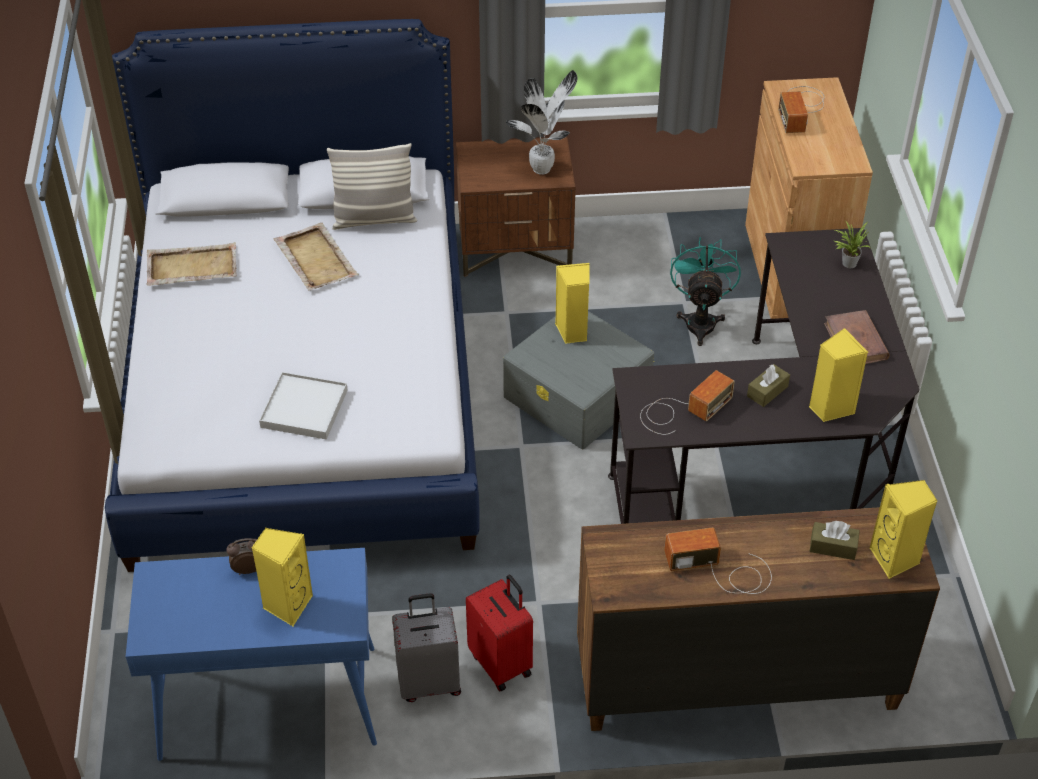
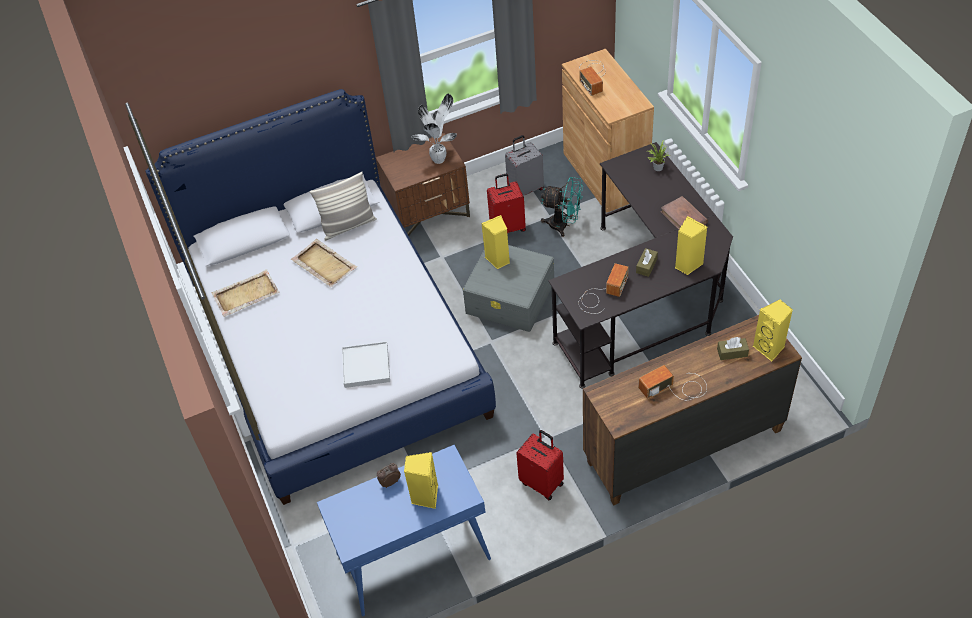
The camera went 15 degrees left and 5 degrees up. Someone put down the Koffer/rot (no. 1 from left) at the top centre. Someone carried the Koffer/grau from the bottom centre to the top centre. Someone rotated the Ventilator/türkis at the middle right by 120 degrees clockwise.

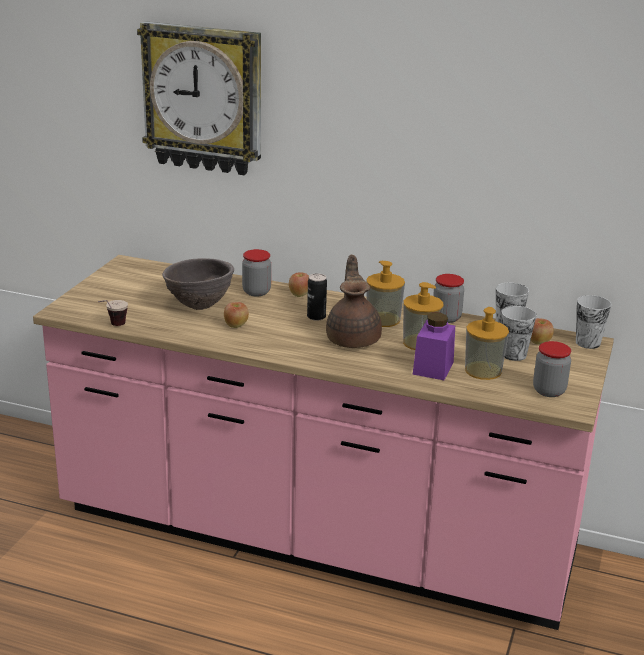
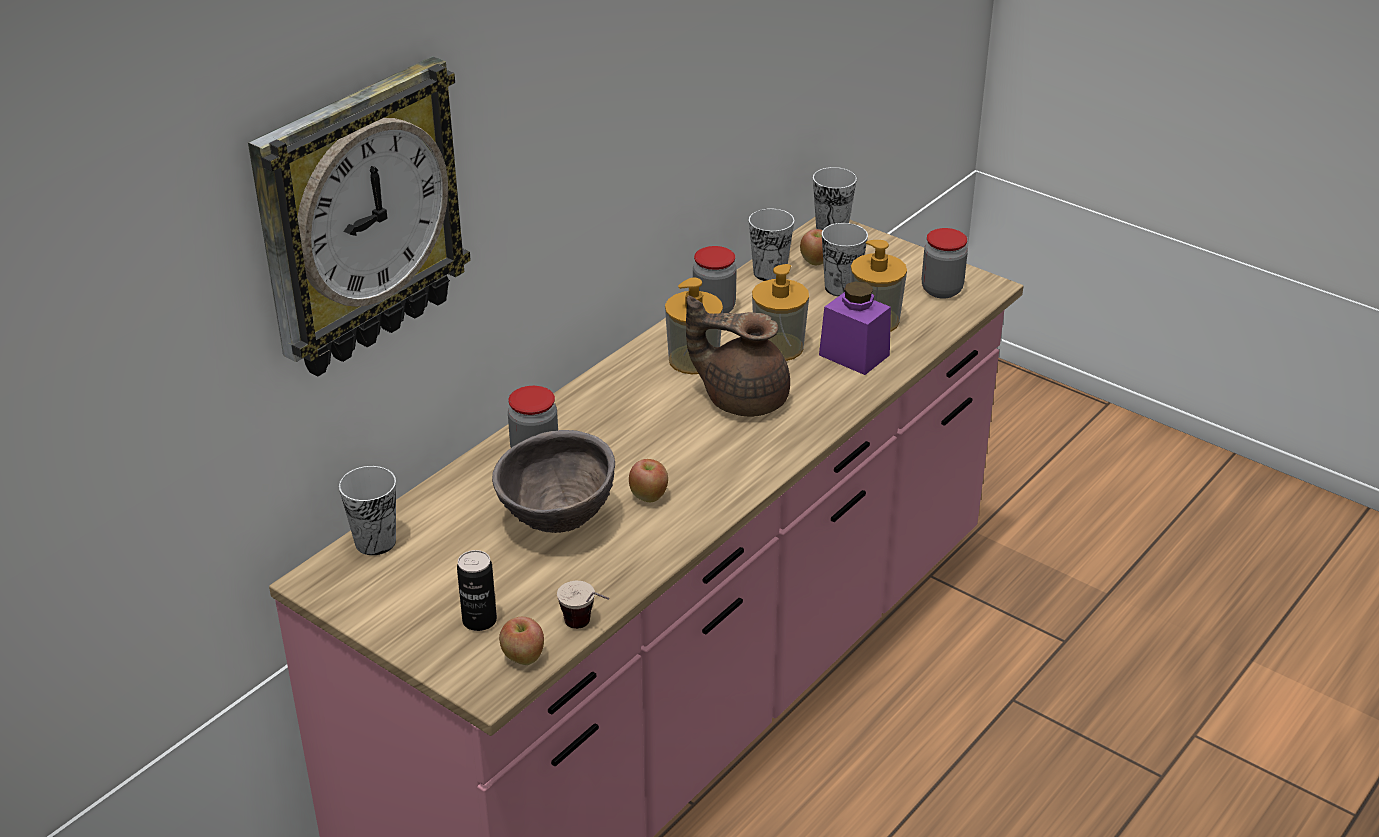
The camera went 70 degrees left and 10 degrees up. Someone put down the Tasse (no. 1 from left) at the middle left. Someone carried the Dose from the centre to the bottom centre. Someone carried the Apfel (no. 2 from left in the first image) from the centre to the bottom centre.

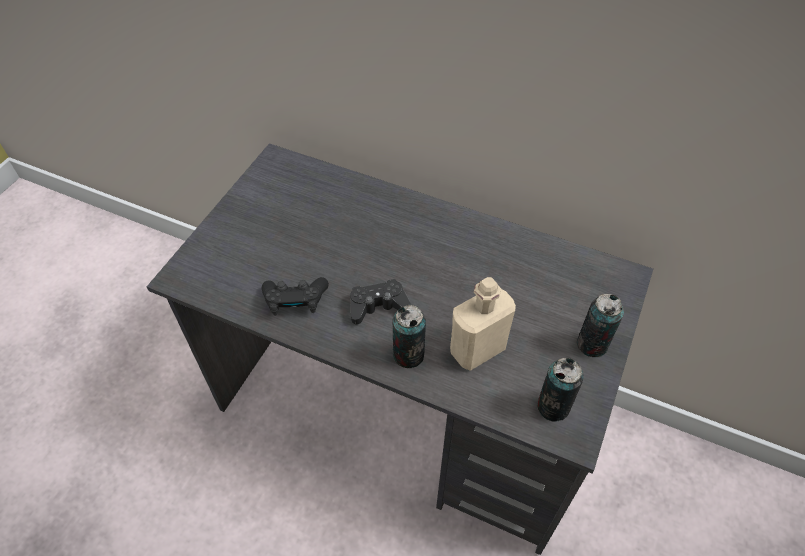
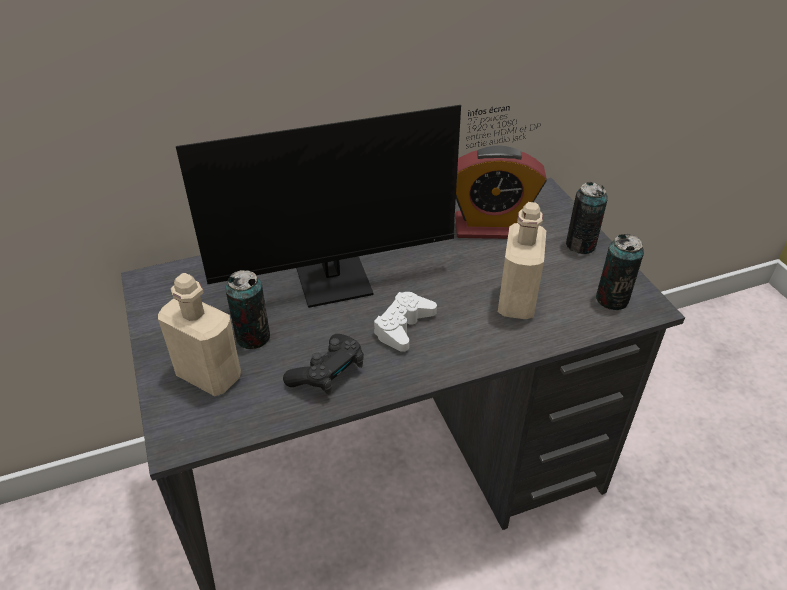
The camera went 45 degrees left and 10 degrees down. Someone put down the Flasche/beige (no. 1 from left) at the middle left. Someone put down the Monitor at the centre. Someone carried the Dose (no. 1 from left) from the centre to the middle left. Someone repainted the Gamepad/schwarz (no. 2 from left) at the centre, which became the Gamepad/weiß at the centre. Someone put down the Wecker at the top centre.

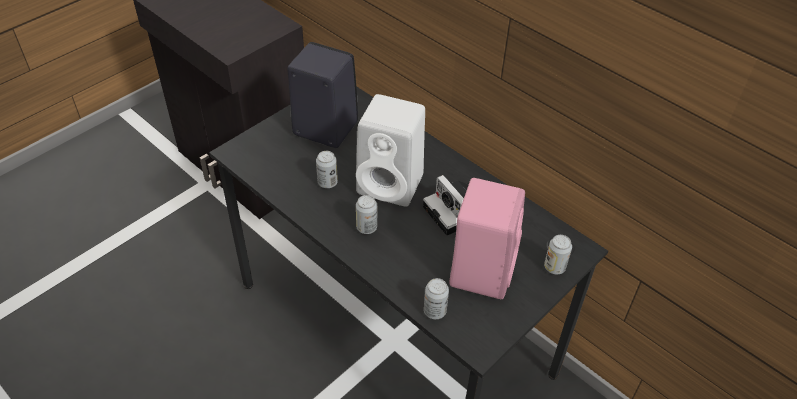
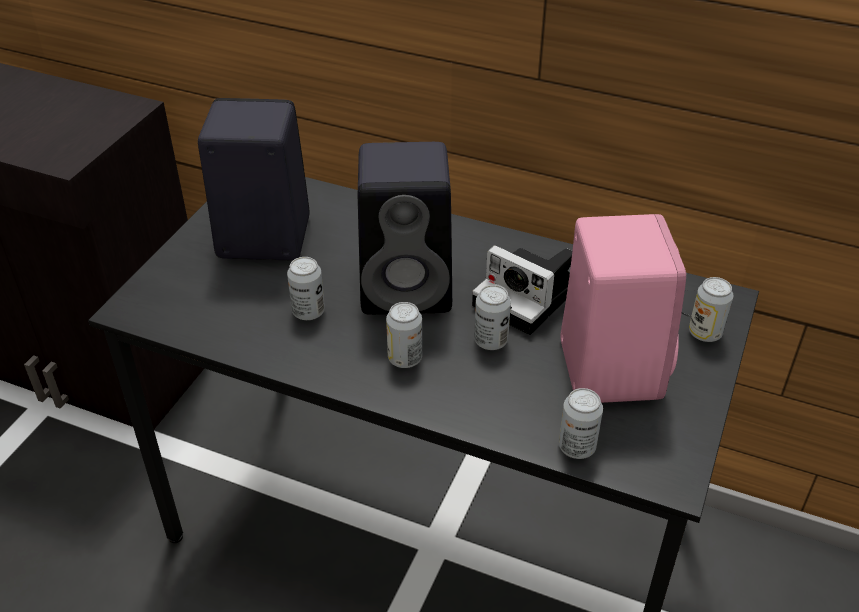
The camera went 20 degrees left and 5 degrees down. Someone repainted the Lautsprecher/weiß at the centre, which became the Lautsprecher/schwarz (no. 2 from left) at the centre. Someone put down the Dose (no. 3 from left) at the centre.

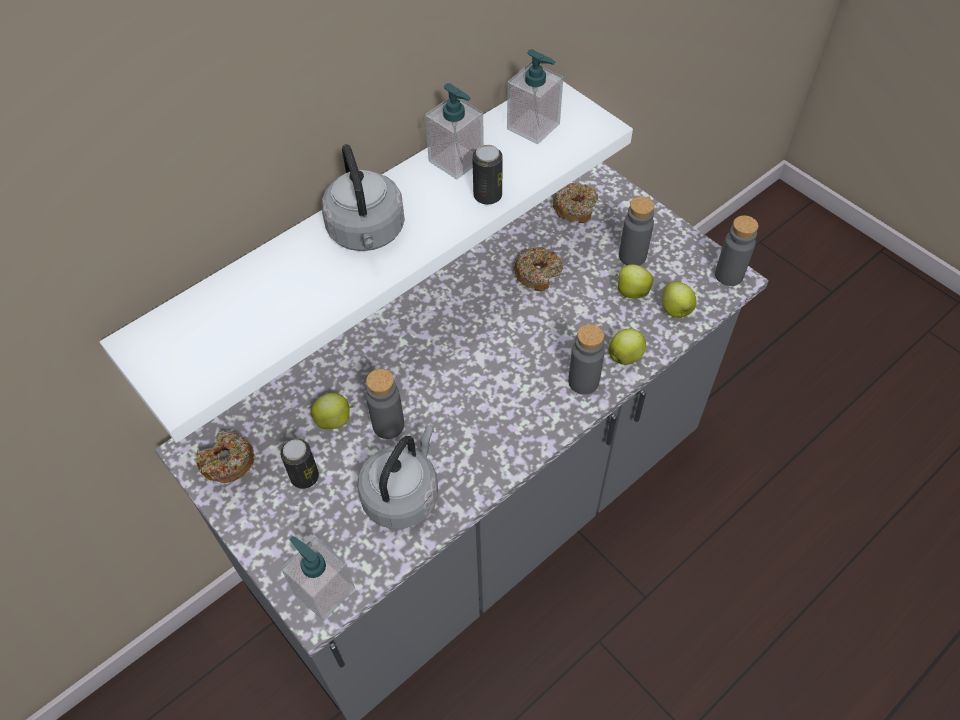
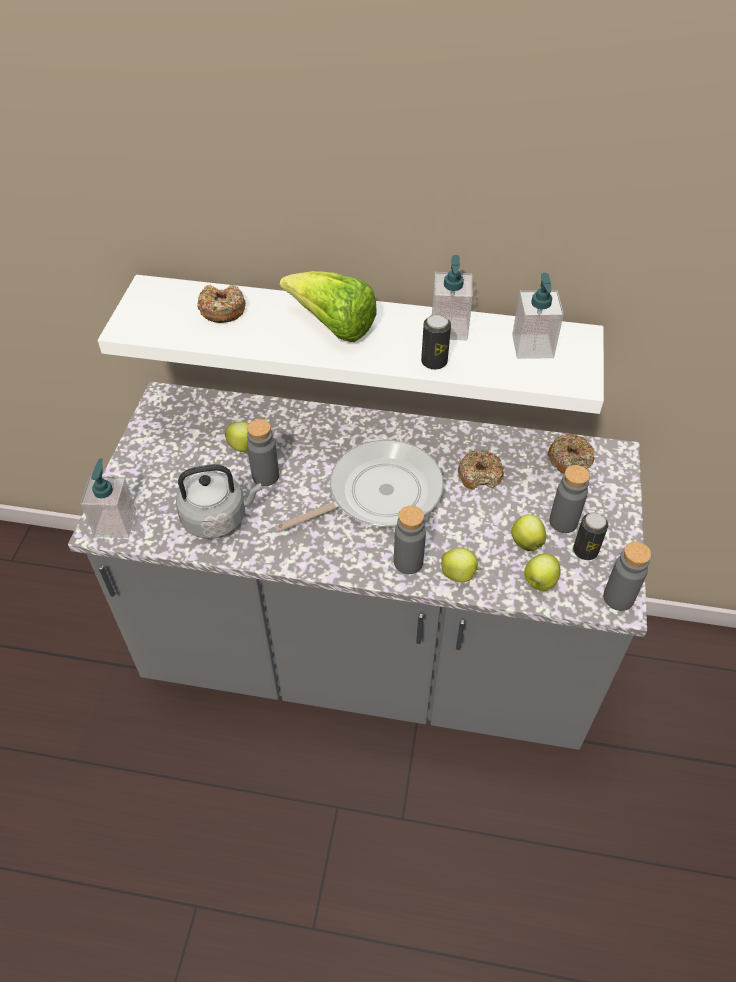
The camera went 50 degrees right and 5 degrees down. Someone carried the Donut (no. 1 from left) from the middle left to the top left. Someone put down the Pfanne at the centre. Someone swapped the Wasserkessel/grau (no. 1 from left) at the top centre for the Salatkopf at the top centre. Someone carried the Dose (no. 1 from left in the first image) from the middle left to the middle right.

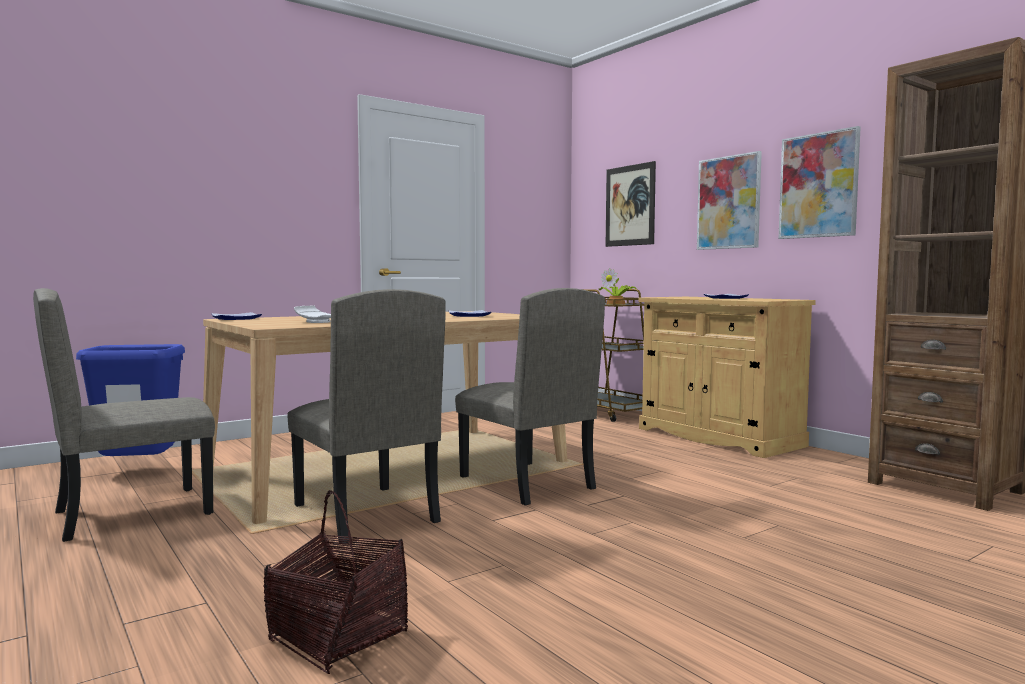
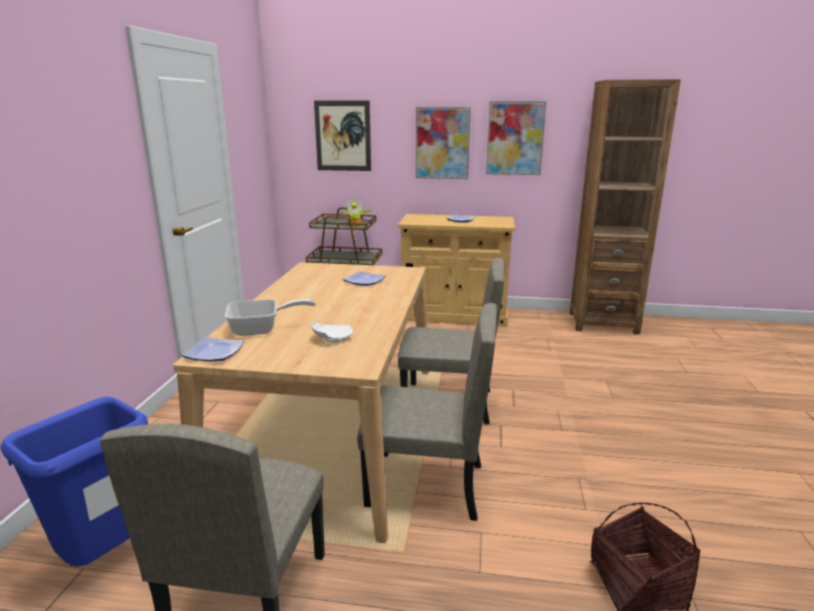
The camera went 45 degrees left and 15 degrees up. Someone put down the Pfanne at the middle left.

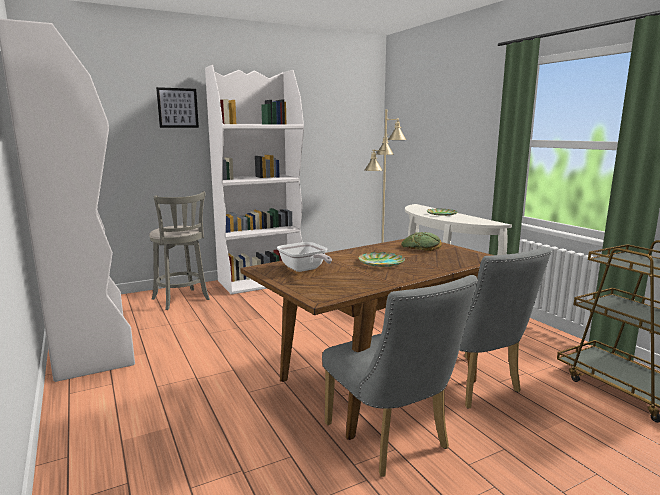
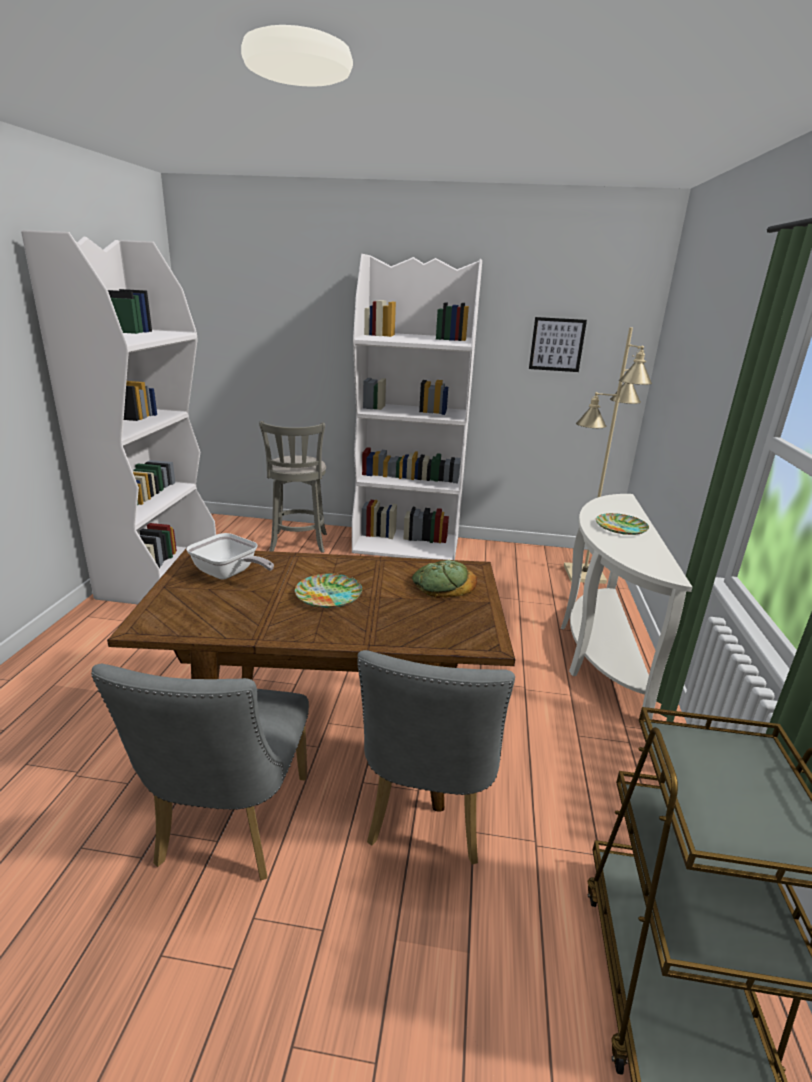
The camera went 35 degrees right and 10 degrees up. Someone rotated the Pfanne at the centre by 60 degrees counterclockwise. Someone carried the Bild from the top left to the top right.

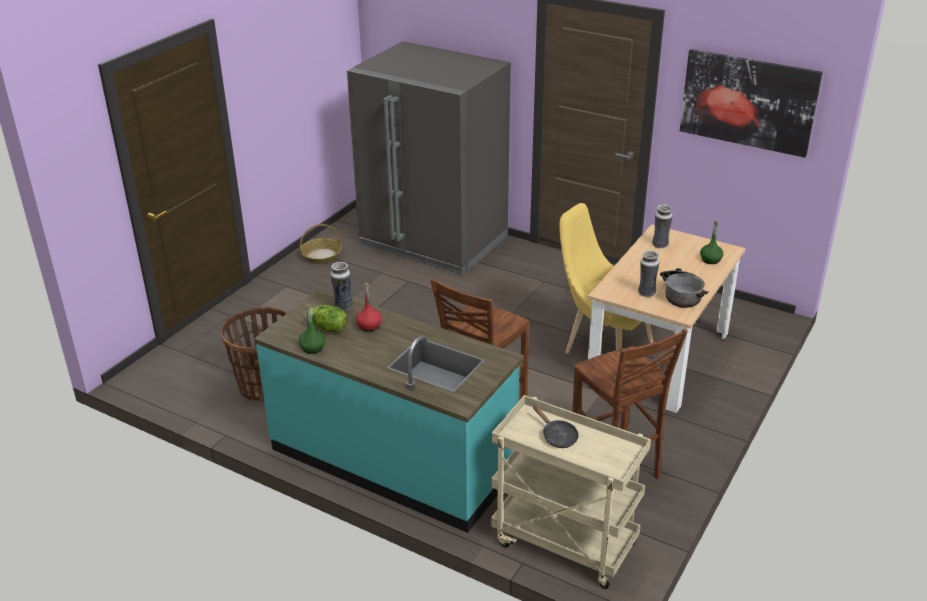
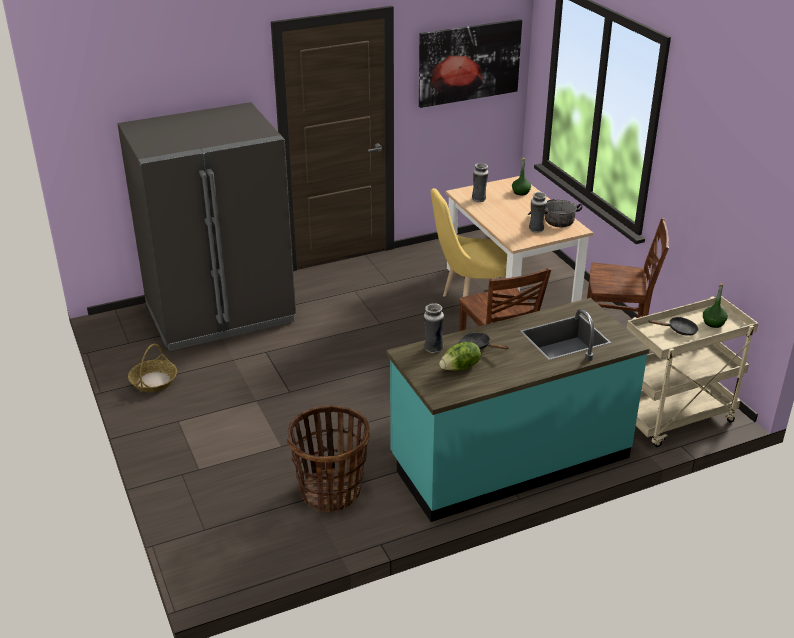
The camera went 55 degrees left and 0 degrees up. Someone swapped the Flasche/rot at the centre for the Pfanne/schwarz (no. 1 from left) at the centre. Someone carried the Flasche/grün (no. 1 from left in the first image) from the centre to the middle right.

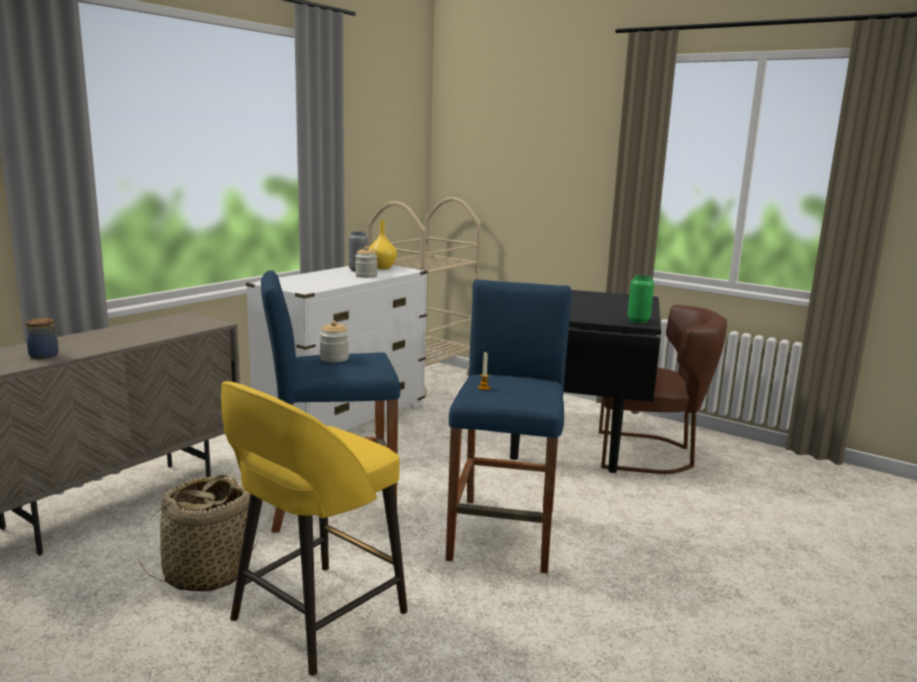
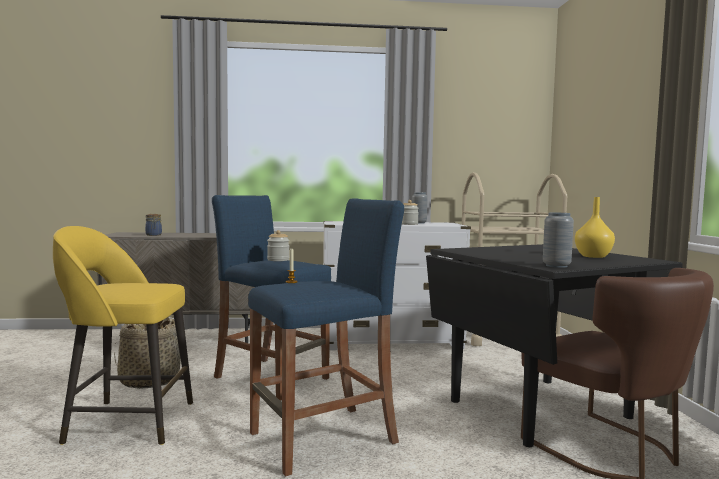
The camera went 50 degrees right and 10 degrees down. Someone repainted the Vase/grün at the middle right, which became the Vase/grau (no. 2 from left) at the middle right. Someone carried the Vase/gelb from the centre to the middle right.

